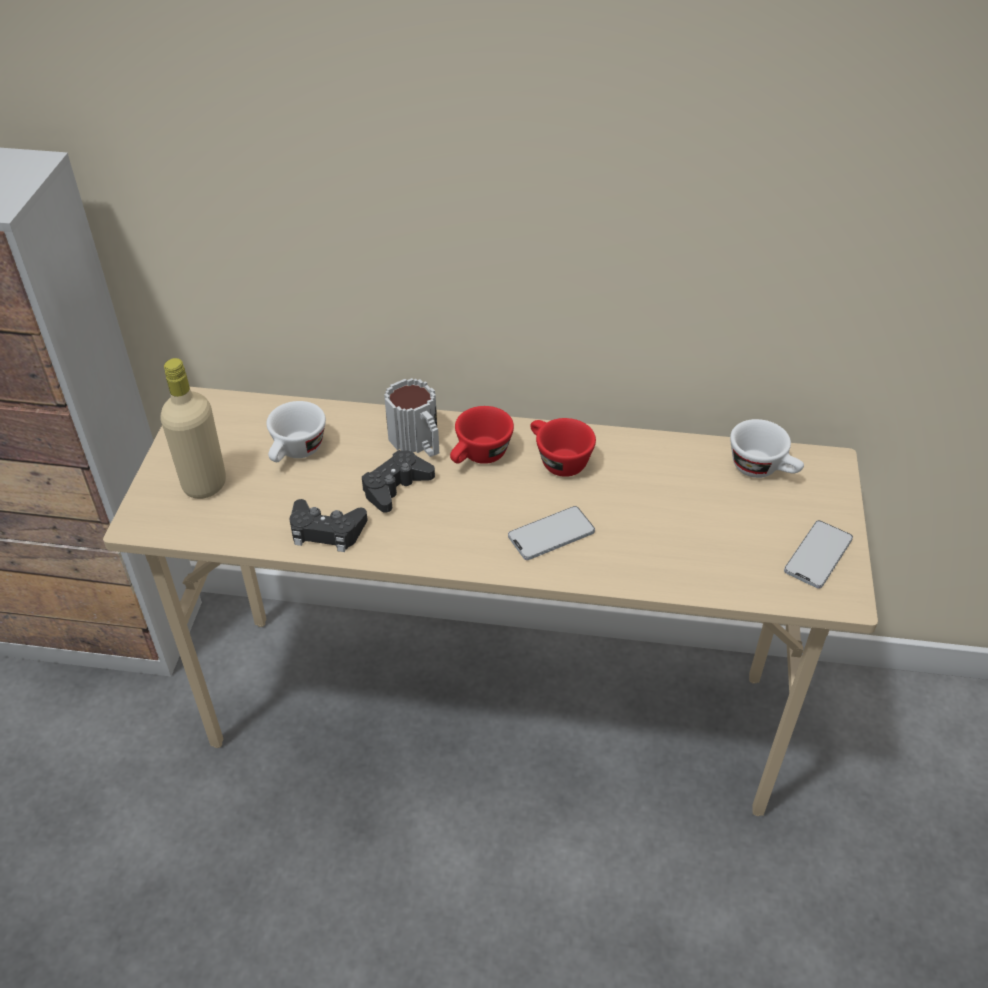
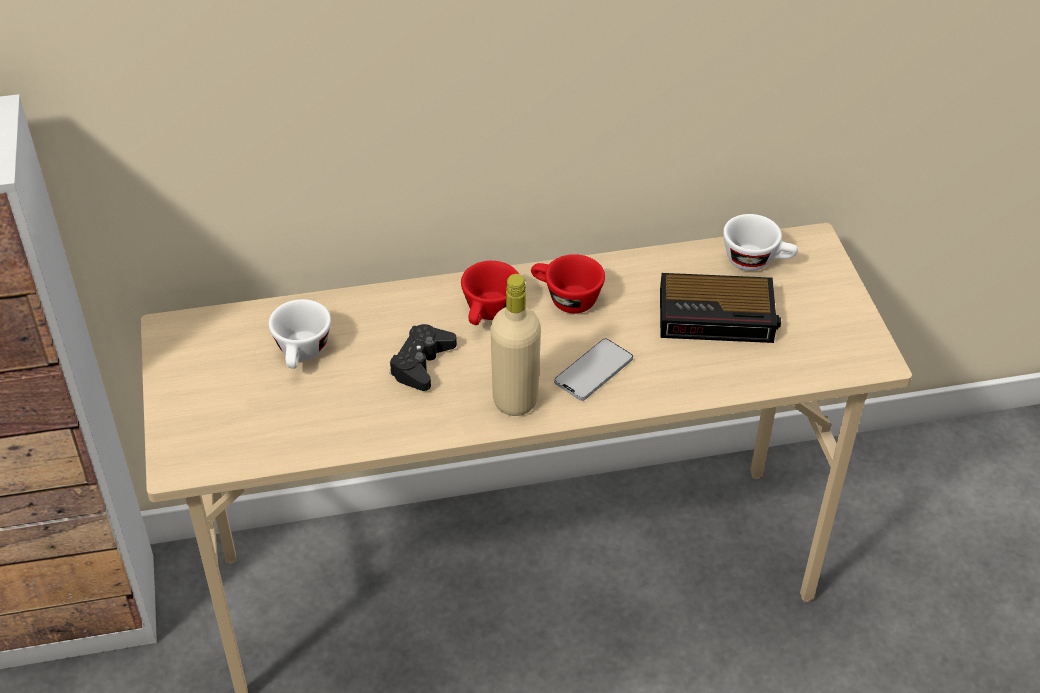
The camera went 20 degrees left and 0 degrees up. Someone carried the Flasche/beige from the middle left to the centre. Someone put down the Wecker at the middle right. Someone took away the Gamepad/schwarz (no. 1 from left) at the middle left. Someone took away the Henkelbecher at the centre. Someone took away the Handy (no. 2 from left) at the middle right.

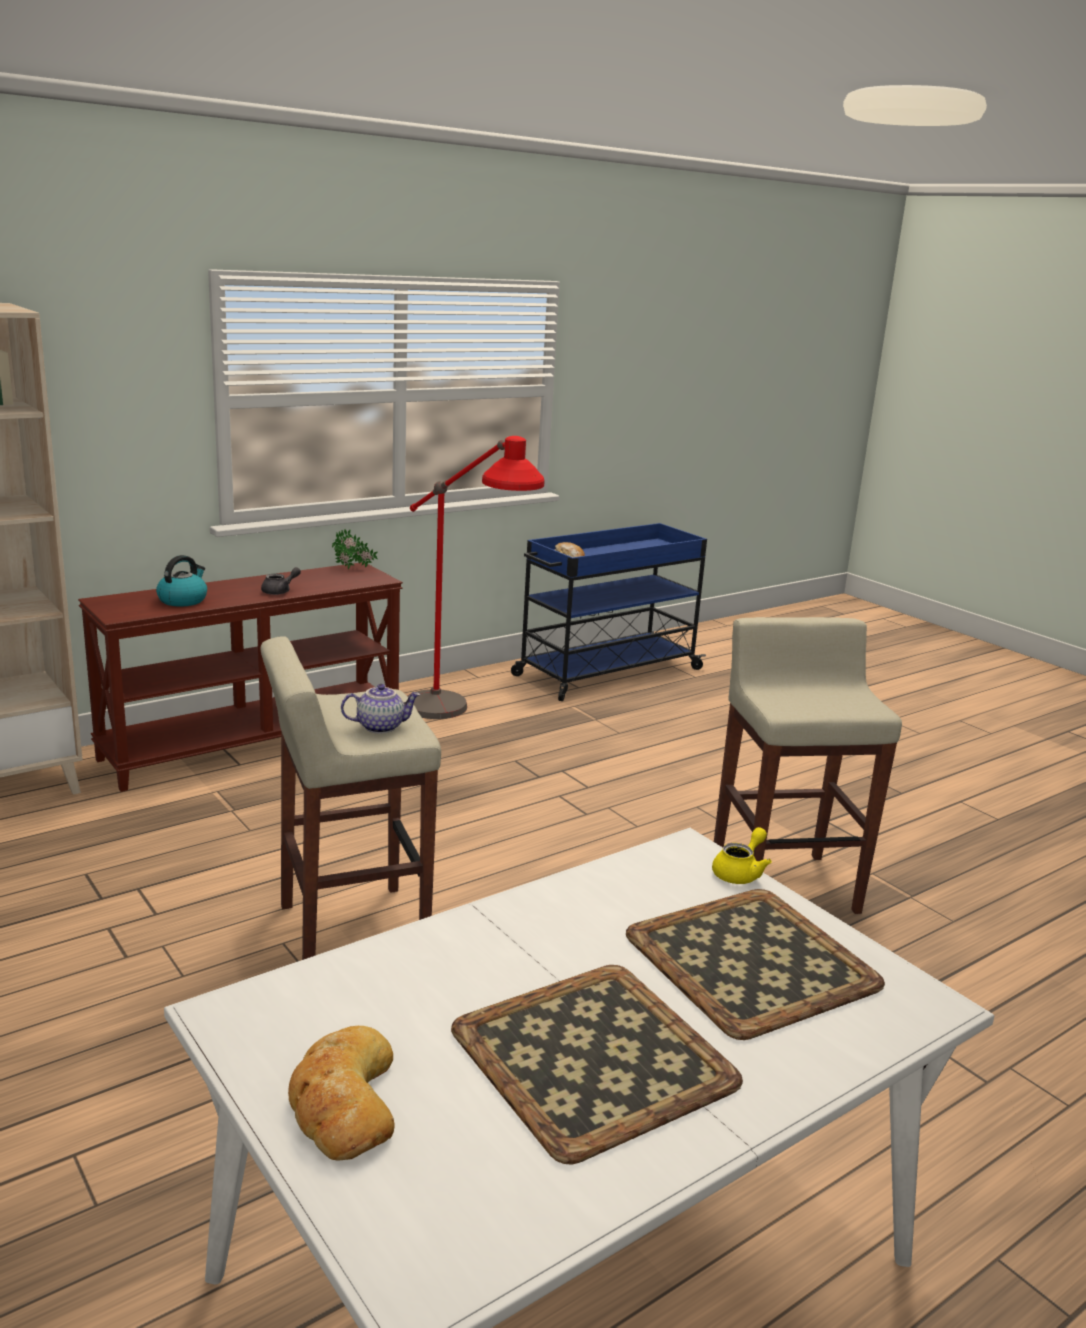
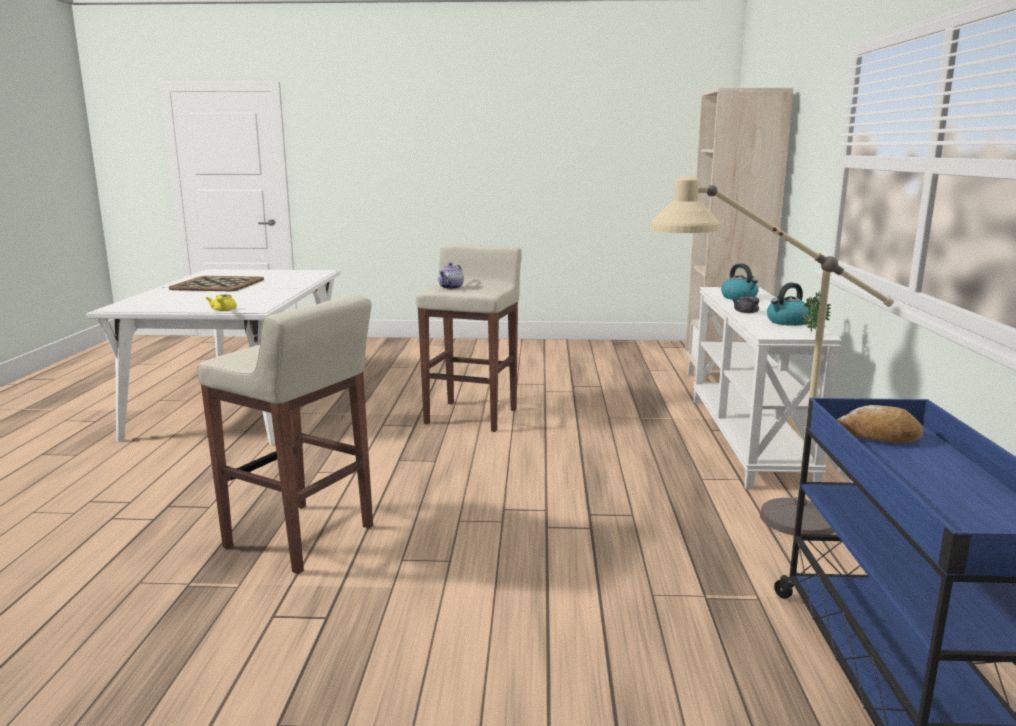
The camera went 130 degrees right and 5 degrees down. Someone repainted the Stehlampe/rot at the centre, which became the Stehlampe/beige at the middle right. Someone repainted the Konsolentisch/braun at the middle left, which became the Konsolentisch/weiß at the middle right. Someone put down the Wasserkessel (no. 2 from left) at the middle right. Someone took away the Brot (no. 1 from left) at the bottom left. Someone took away the Tablett (no. 2 from left) at the bottom right.

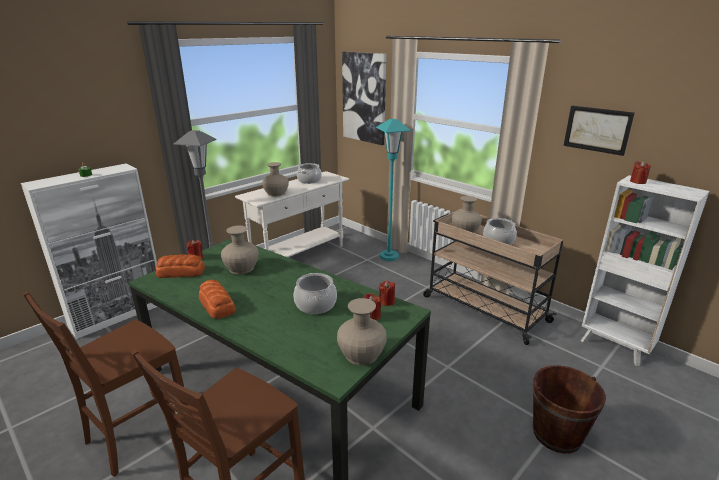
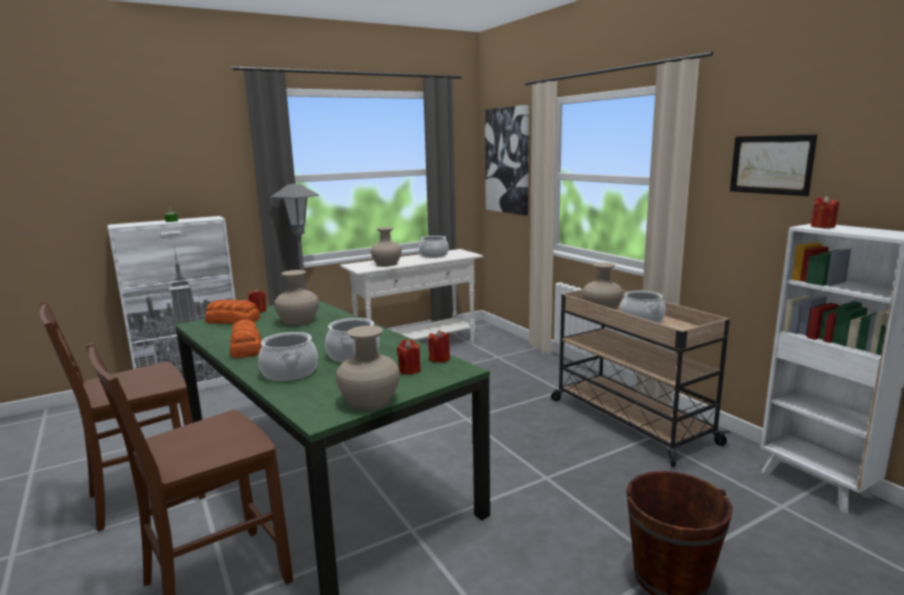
The camera went 15 degrees right and 10 degrees down. Someone put down the Kochtopf (no. 1 from left) at the middle left. Someone took away the Stehlampe/türkis at the centre.

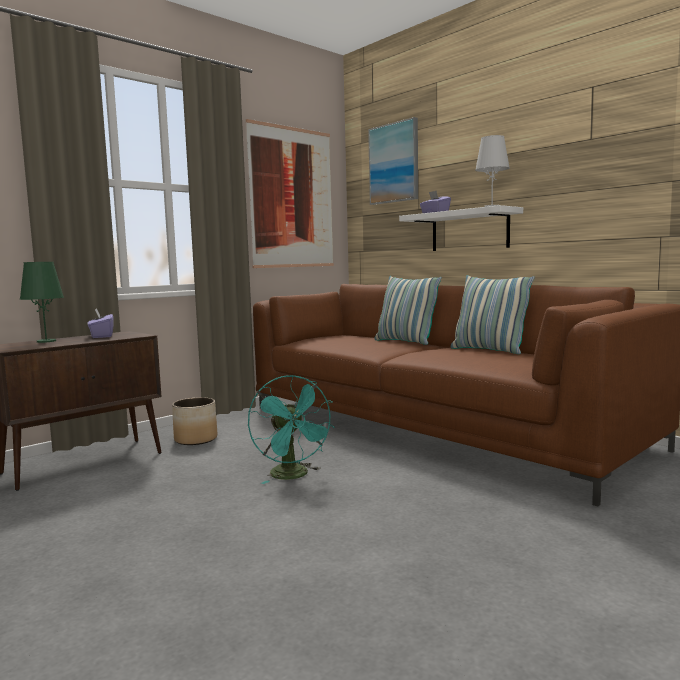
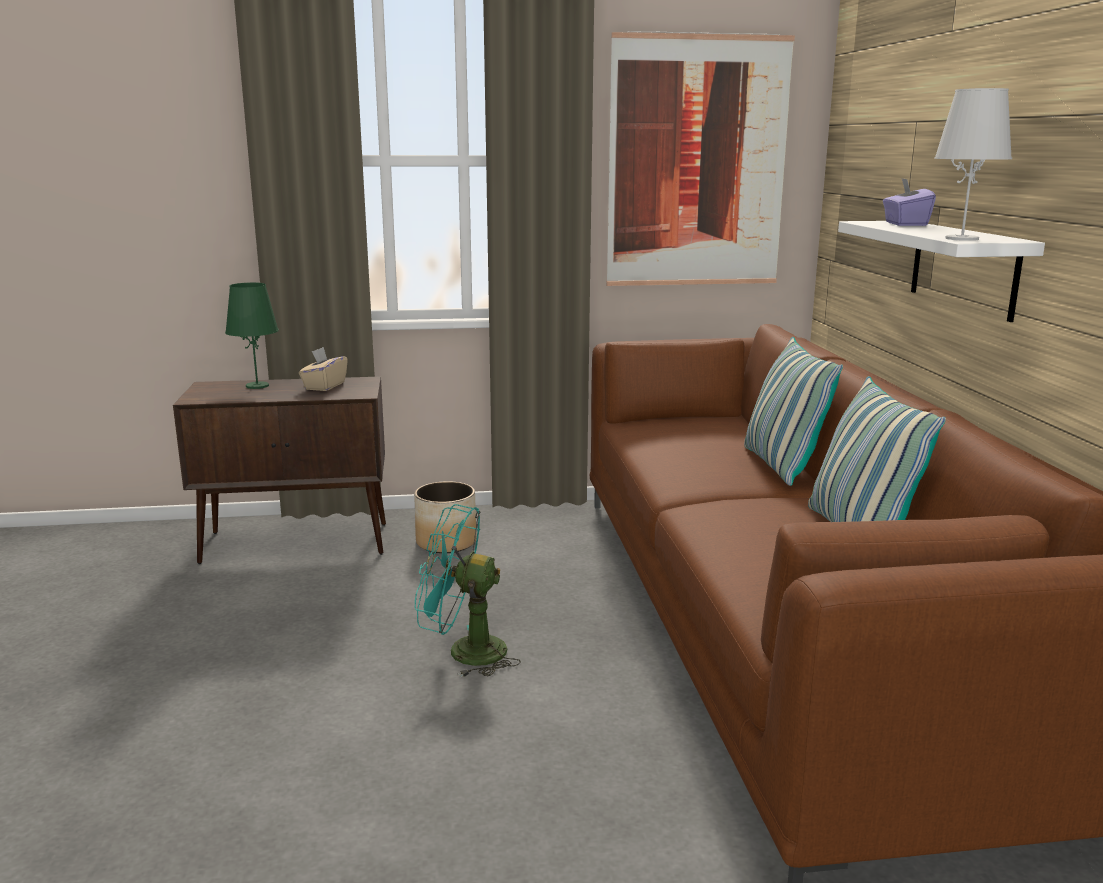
The camera went 35 degrees right and 10 degrees up. Someone repainted the Taschentuchbox/lila (no. 1 from left) at the middle left, which became the Taschentuchbox/beige at the middle left. Someone rotated the Ventilator/türkis at the centre by 90 degrees clockwise. Someone took away the Bild (no. 2 from left) at the top centre.

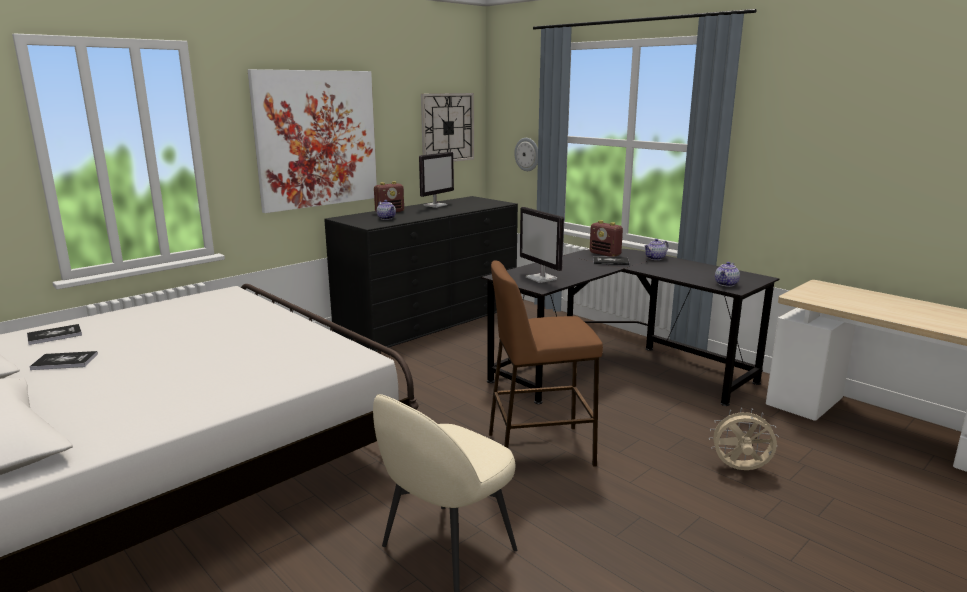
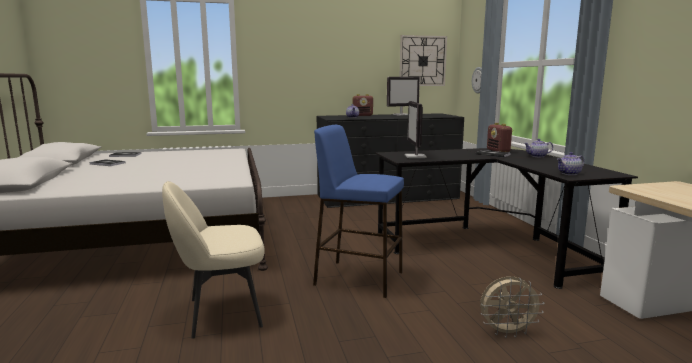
The camera went 30 degrees right and 5 degrees down. Someone repainted the Hocker/braun at the centre, which became the Hocker/blau at the centre. Someone rotated the Ventilator/beige at the bottom right by 135 degrees clockwise. Someone took away the Bild at the top left.

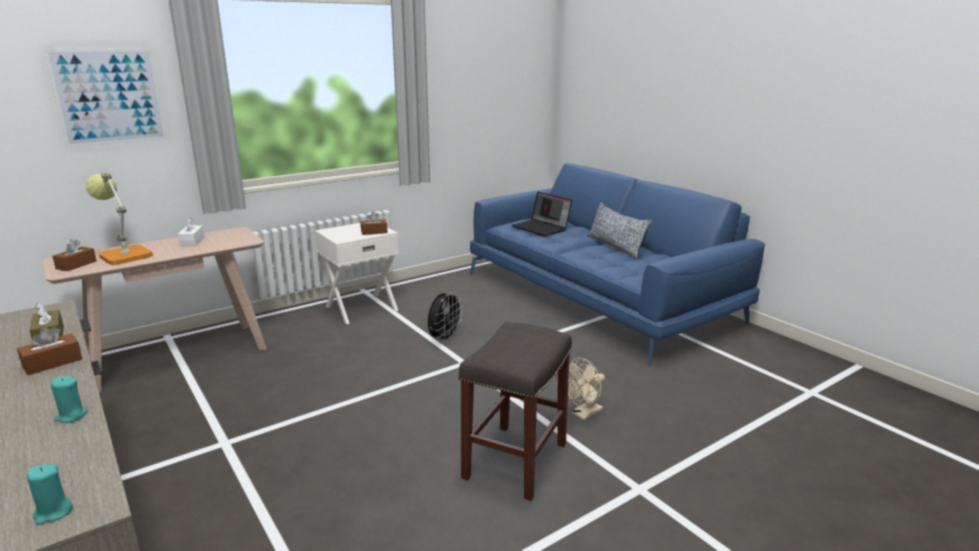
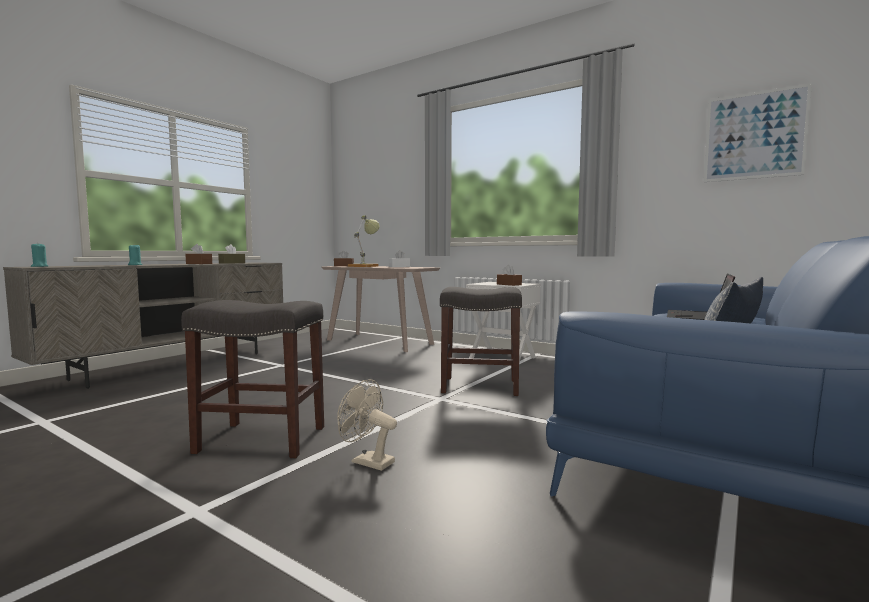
The camera went 70 degrees right and 15 degrees down. Someone swapped the Ventilator/schwarz at the centre for the Hocker/grau (no. 2 from left) at the centre. Someone carried the Bild from the top left to the top right.

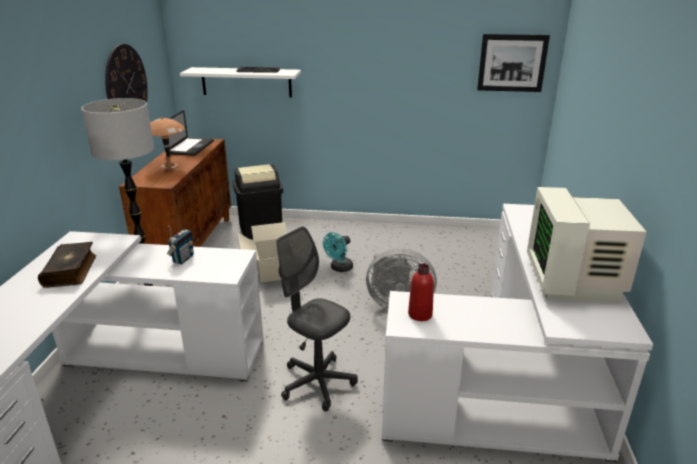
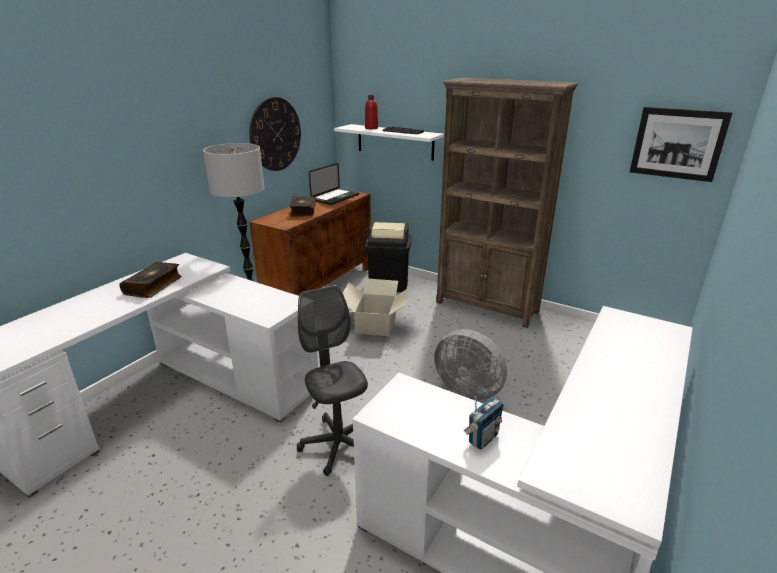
The camera went 25 degrees right and 0 degrees up. Someone swapped the Tischlampe/braun at the top left for the Buch (no. 2 from left) at the centre. Someone carried the Flasche/rot from the centre to the top centre. Someone put down the Bücherregal/braun at the centre. Someone carried the Radio from the middle left to the bottom centre. Someone took away the Ventilator/türkis at the centre. Someone took away the Monitor at the middle right.

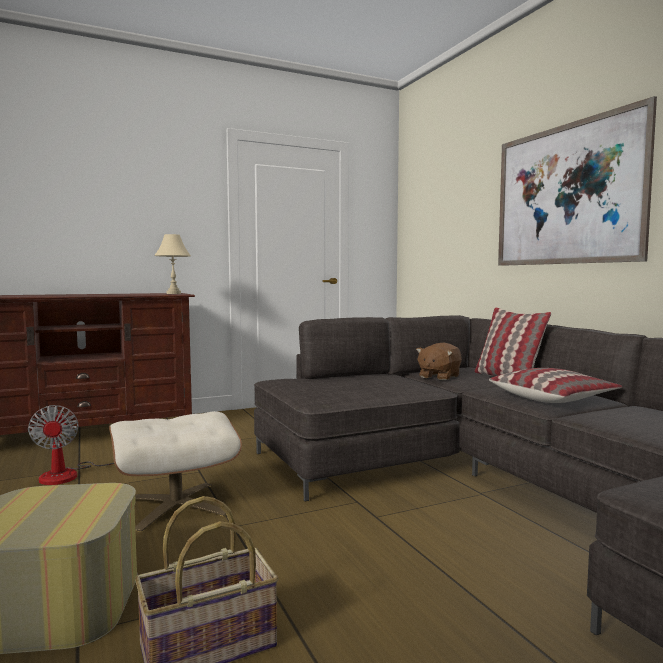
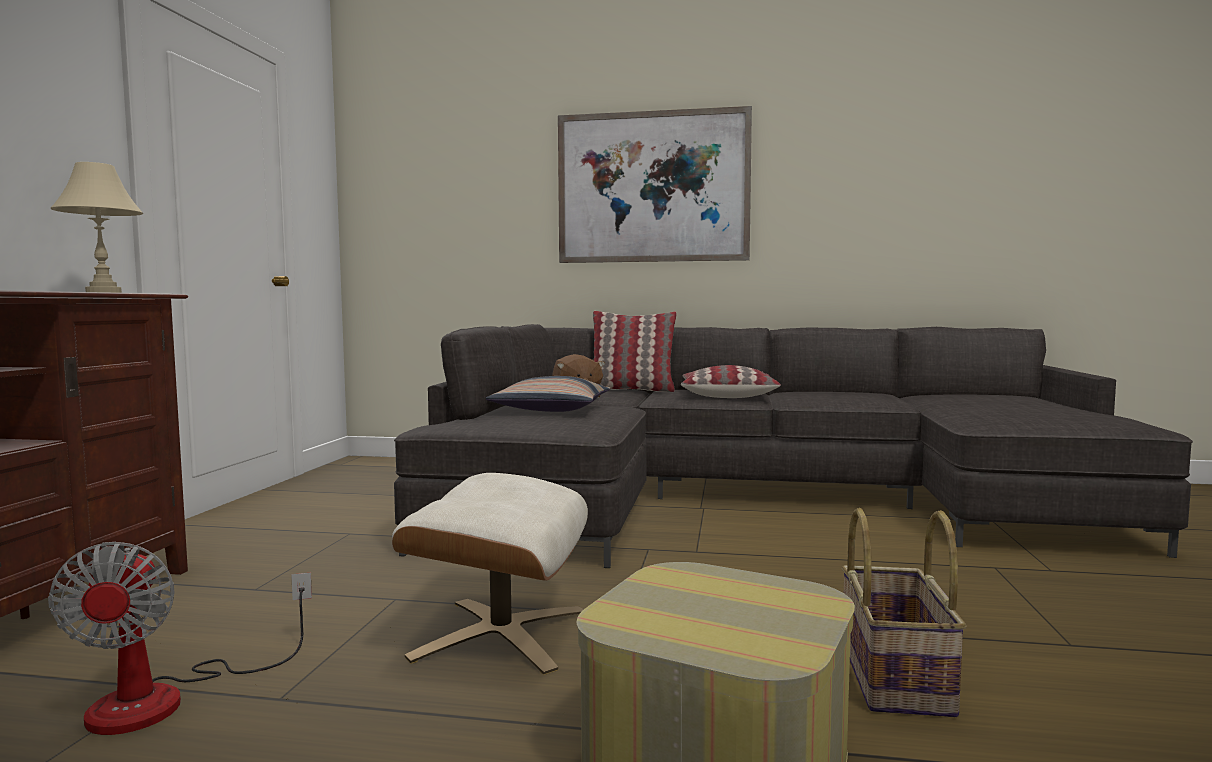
The camera went 55 degrees left and 0 degrees up. Someone rotated the Ventilator at the bottom left by 60 degrees clockwise. Someone put down the Kissen (no. 1 from left) at the centre.

